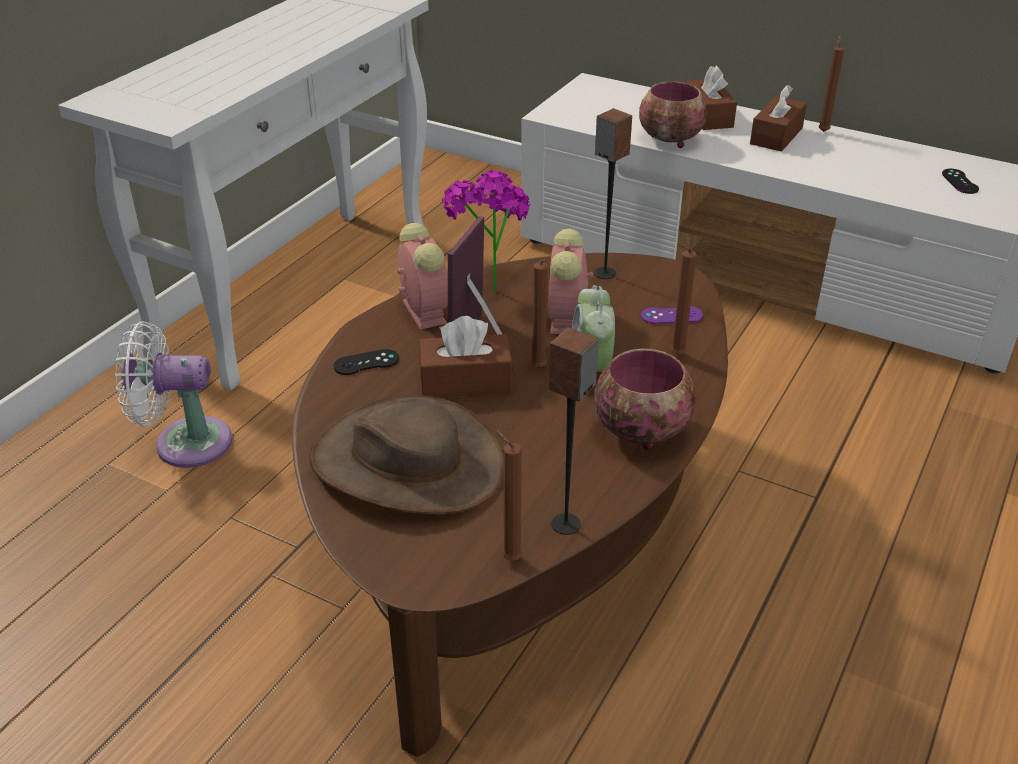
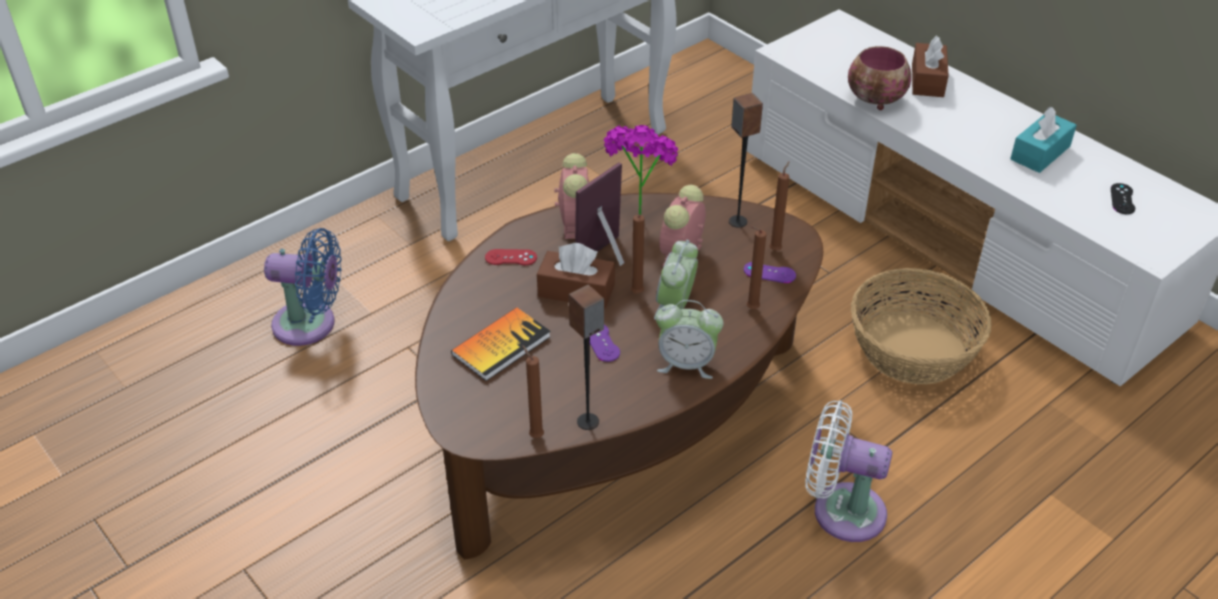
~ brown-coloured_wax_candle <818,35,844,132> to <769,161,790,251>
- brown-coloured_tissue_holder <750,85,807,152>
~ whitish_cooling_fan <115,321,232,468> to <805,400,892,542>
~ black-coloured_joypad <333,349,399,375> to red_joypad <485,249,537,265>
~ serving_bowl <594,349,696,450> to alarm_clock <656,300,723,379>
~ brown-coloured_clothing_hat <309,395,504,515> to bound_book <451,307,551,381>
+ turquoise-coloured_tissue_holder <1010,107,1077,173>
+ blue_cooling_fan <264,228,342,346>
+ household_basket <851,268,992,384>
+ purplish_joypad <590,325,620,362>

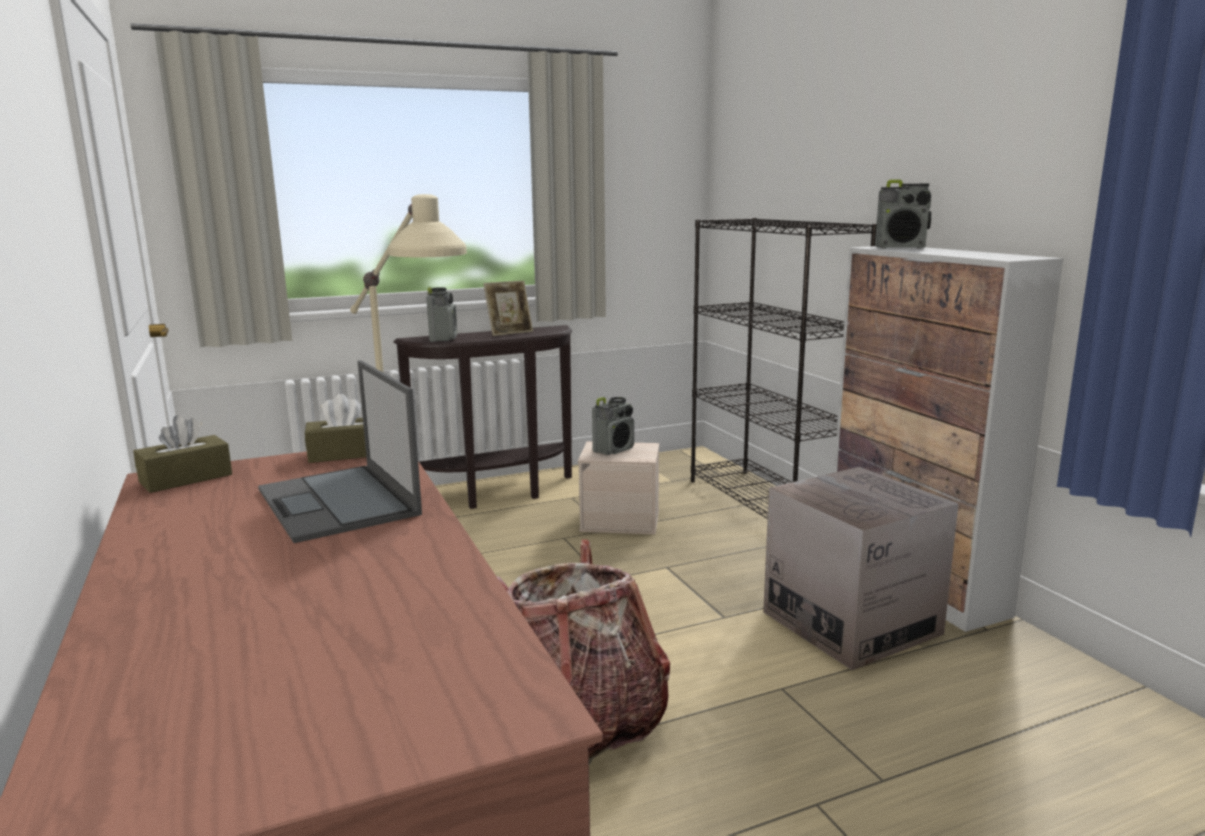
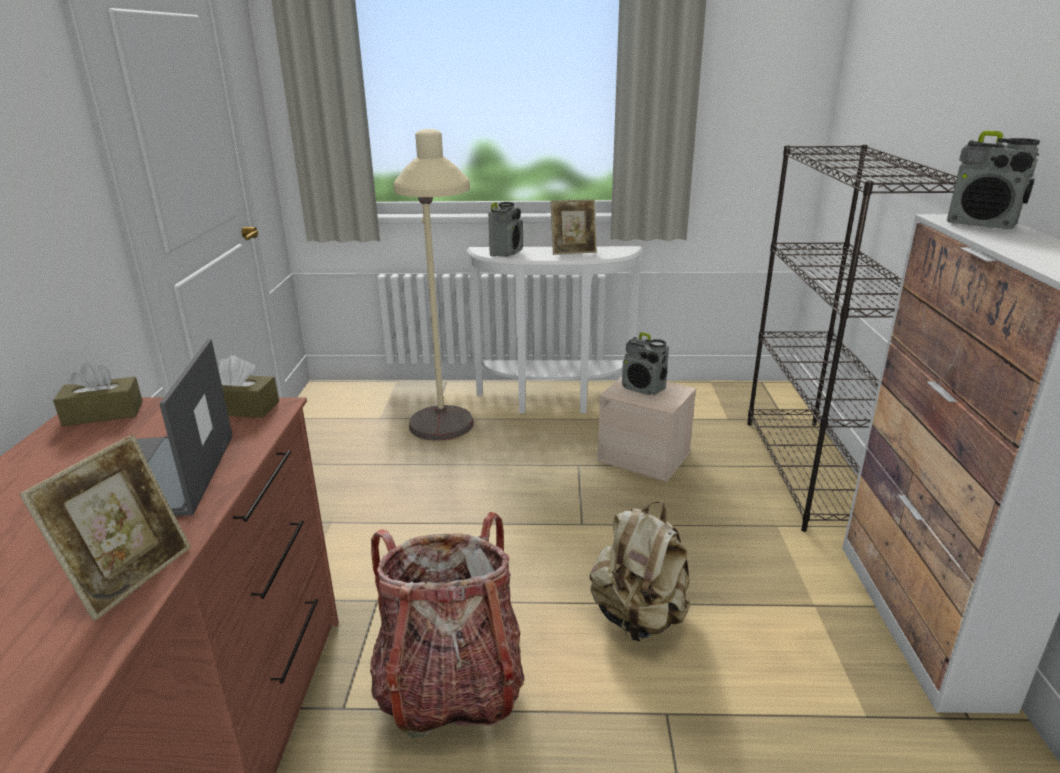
~ brown-coloured_console_table <394,325,572,509> to whitish_console_table <466,246,644,413>
~ radio_set <592,397,634,455> = <622,332,669,395> 60 degrees clockwise
- packing_box <763,467,959,670>
+ standing_frame <19,434,191,621>
+ beige-coloured_knapsack <590,502,690,641>

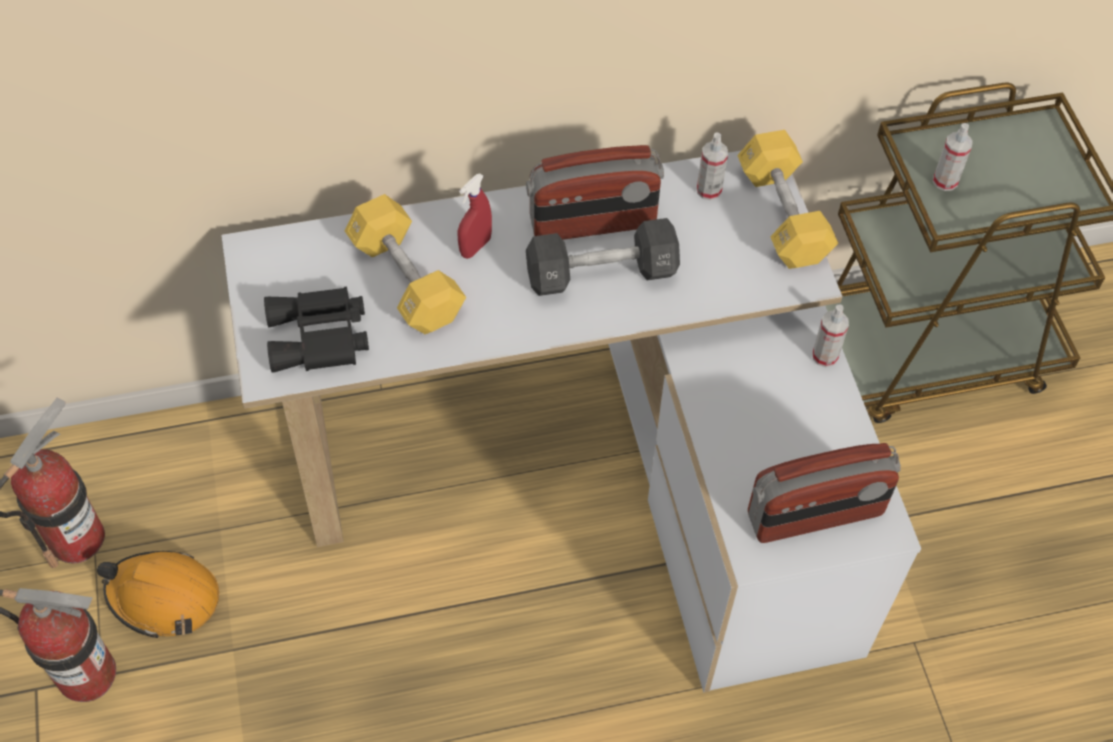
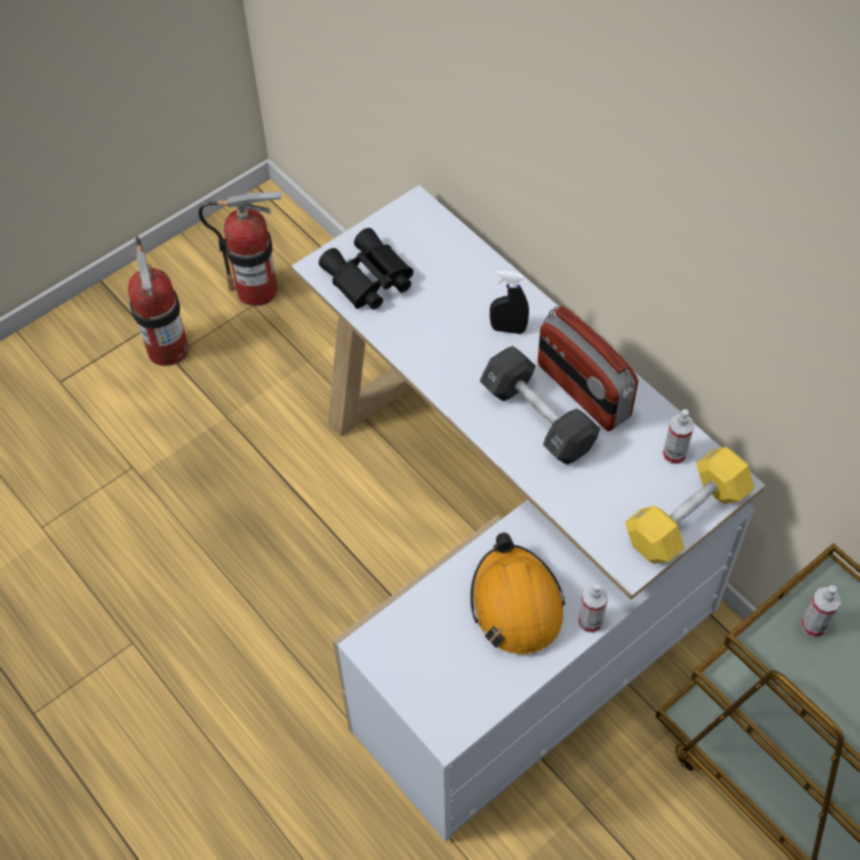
~ red_hand_sprayer <458,173,492,259> to black-coloured_hand_sprayer <490,271,529,334>
- yellow_free_weight <345,194,466,334>
- radio_set <748,443,901,543>
~ orangey_work_helmet <97,551,219,638> to <470,533,565,654>

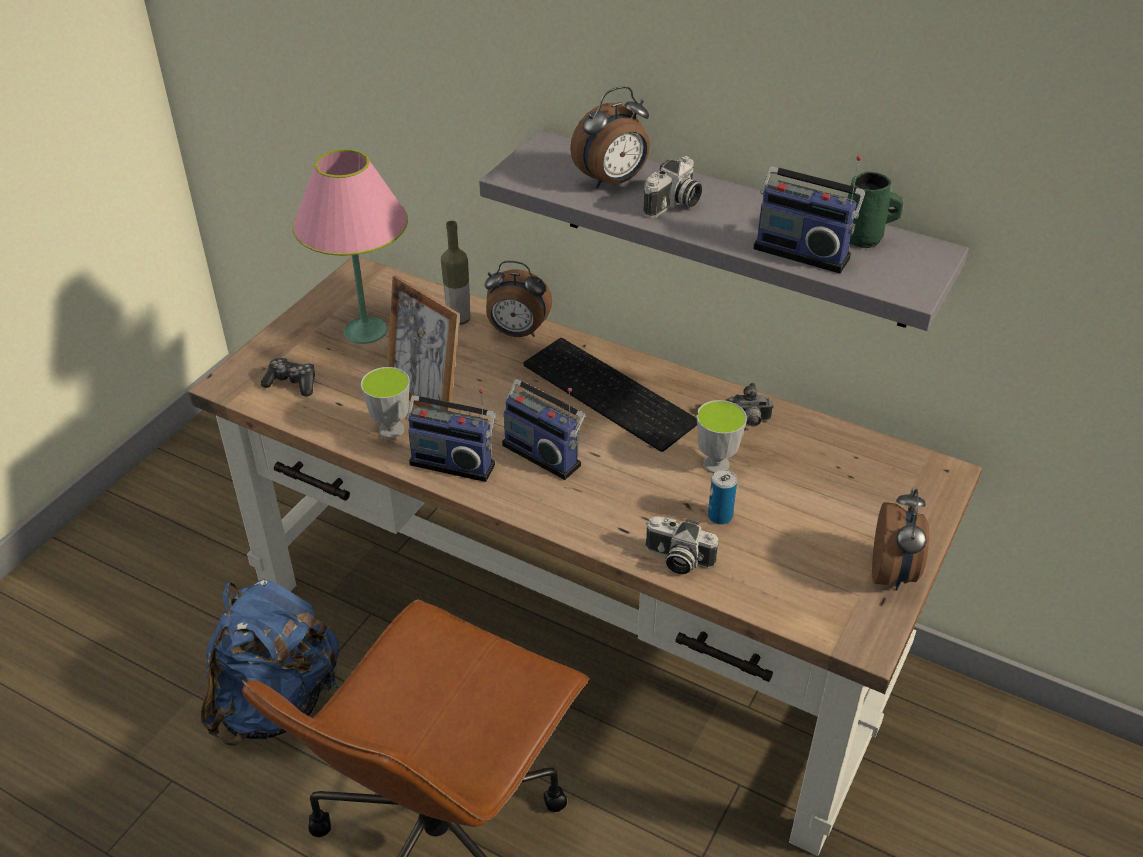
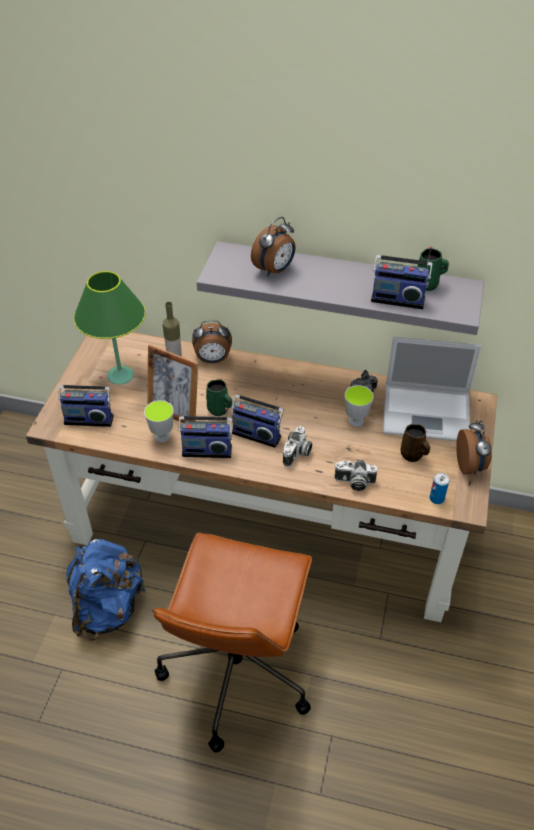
~ pink-coloured_lamp_for_a_table <292,149,408,344> to green-coloured_lamp_for_a_table <74,271,145,385>
~ photo_camera <643,156,702,218> to <283,426,312,467>
- PC_keyboard <523,338,697,452>
~ joypad <261,357,315,396> to radio_set <58,376,114,427>
~ metal_can <708,469,737,525> to <430,473,449,504>
+ notebook_computer <383,337,481,441>
+ green-coloured_coffee_mug <206,379,232,416>
+ brown-coloured_coffee_mug <401,424,430,462>

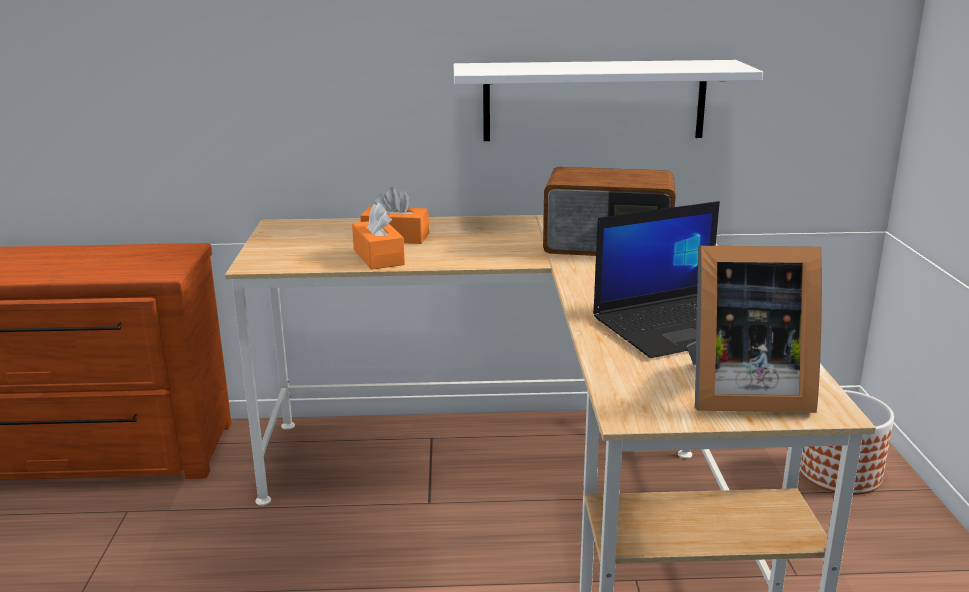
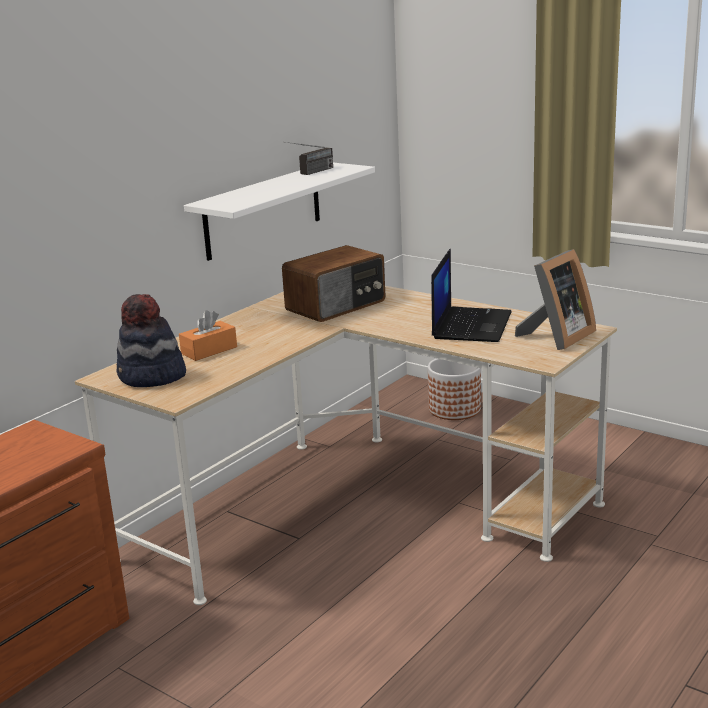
- orangey_tissue_holder <352,203,405,270>
+ radio_set <286,142,333,175>
+ clothing_hat <116,294,186,387>

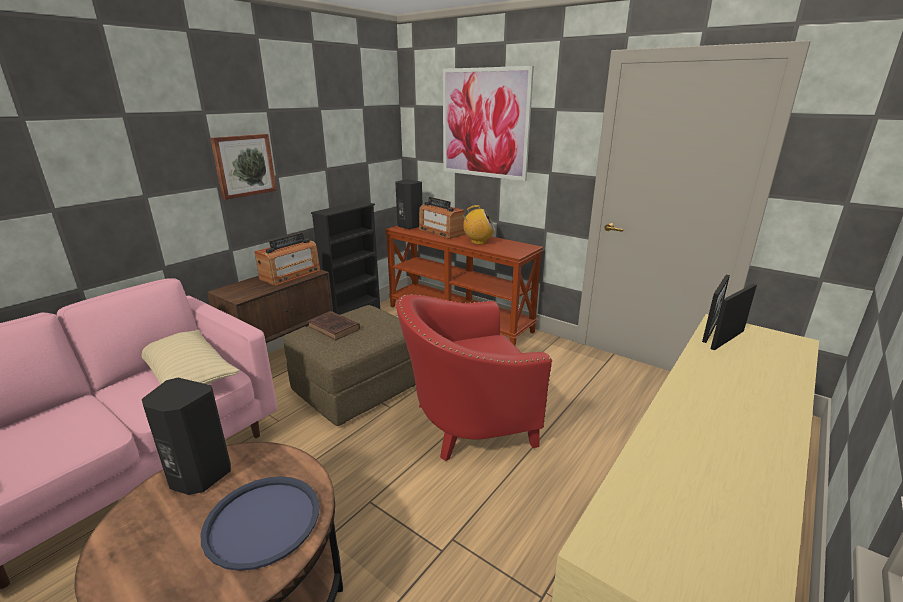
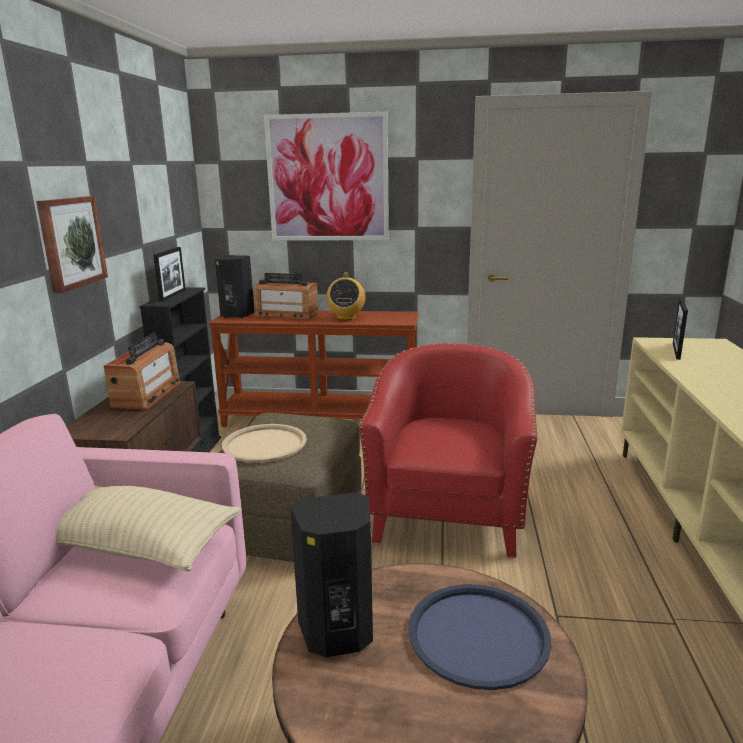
~ radio_set <462,205,495,244> = <326,273,366,320> 120 degrees clockwise
~ standing_frame <702,275,730,343> to <153,247,186,302>
~ red_lounge_chair <396,294,552,461> = <359,343,537,558> 150 degrees clockwise
~ brown-coloured_bound_book <308,311,360,341> to beige-coloured_carrying_tray <222,424,307,463>

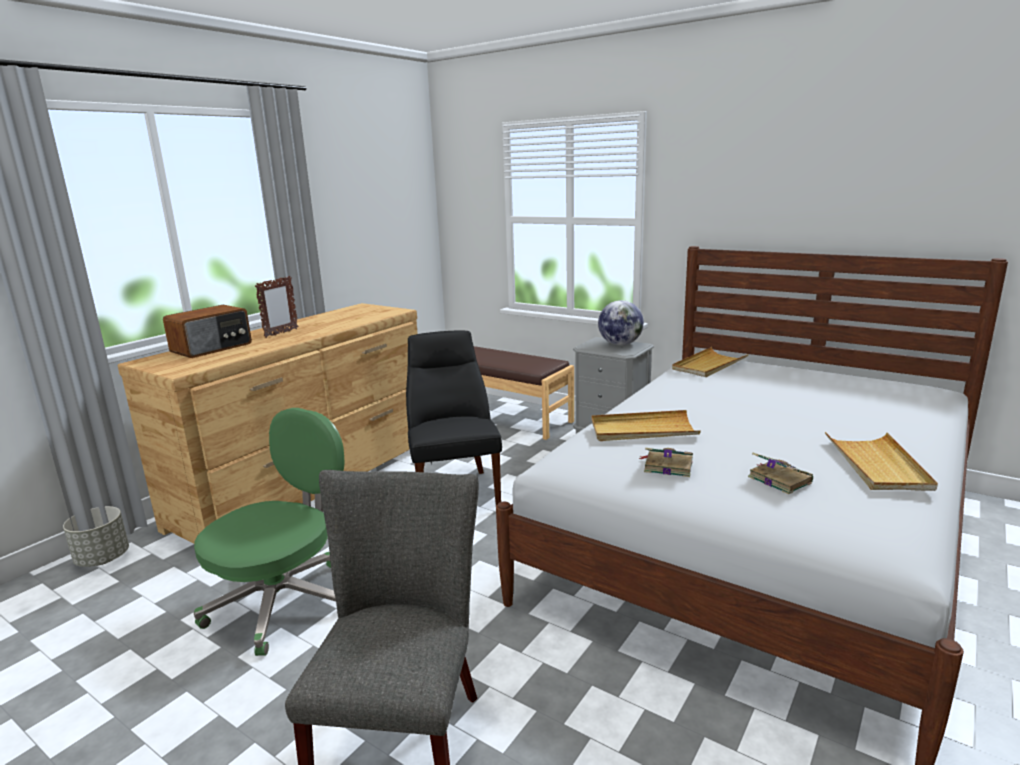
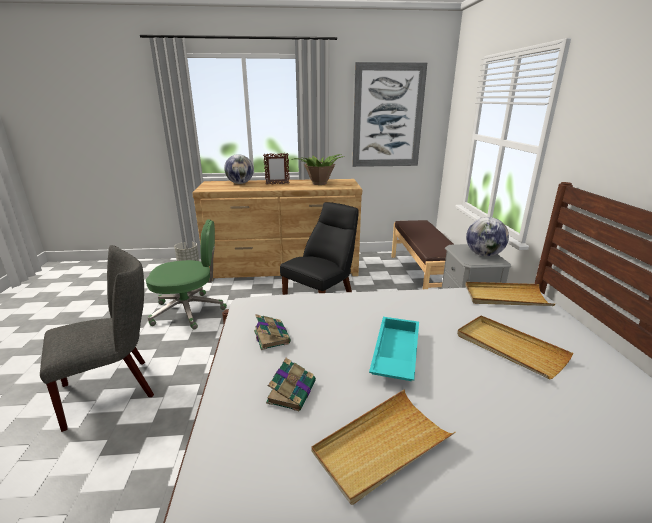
~ radio_set <163,305,252,358> to globe <224,154,254,184>
~ beige-coloured_carrying_tray <592,410,701,441> to <457,316,573,379>
+ wall_picture <352,62,427,167>
+ potted_plant <291,154,345,185>
+ turquoise-coloured_carrying_tray <369,317,419,381>

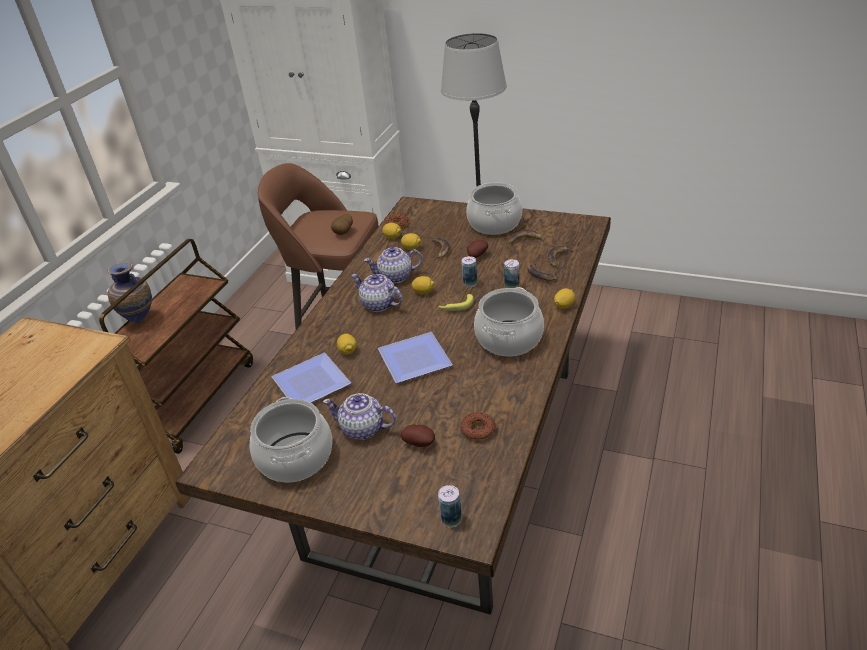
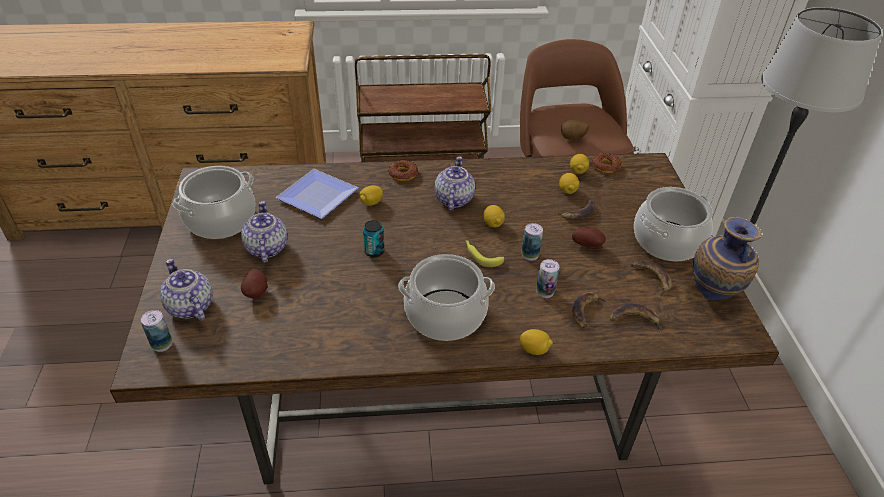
~ teapot <364,247,423,283> to <160,259,213,321>
~ flower_vase <108,262,152,324> to <693,217,761,300>
~ dinner_plate <378,332,453,383> to metal_can <363,220,385,257>
~ donut <460,412,496,440> to <388,160,418,181>

